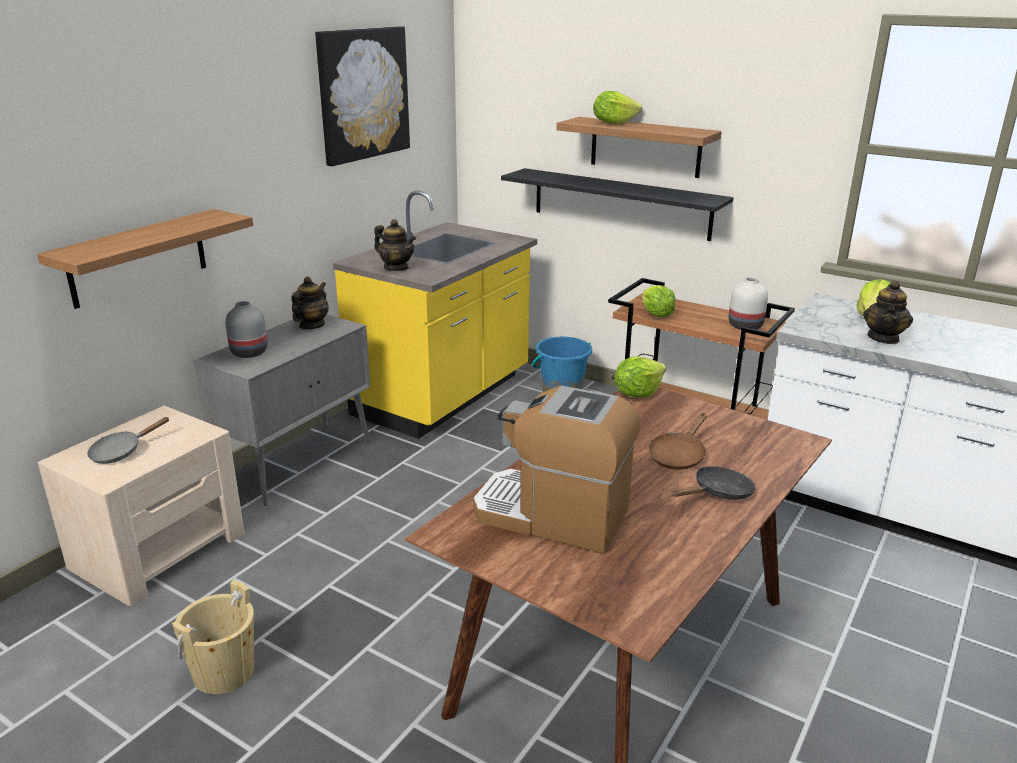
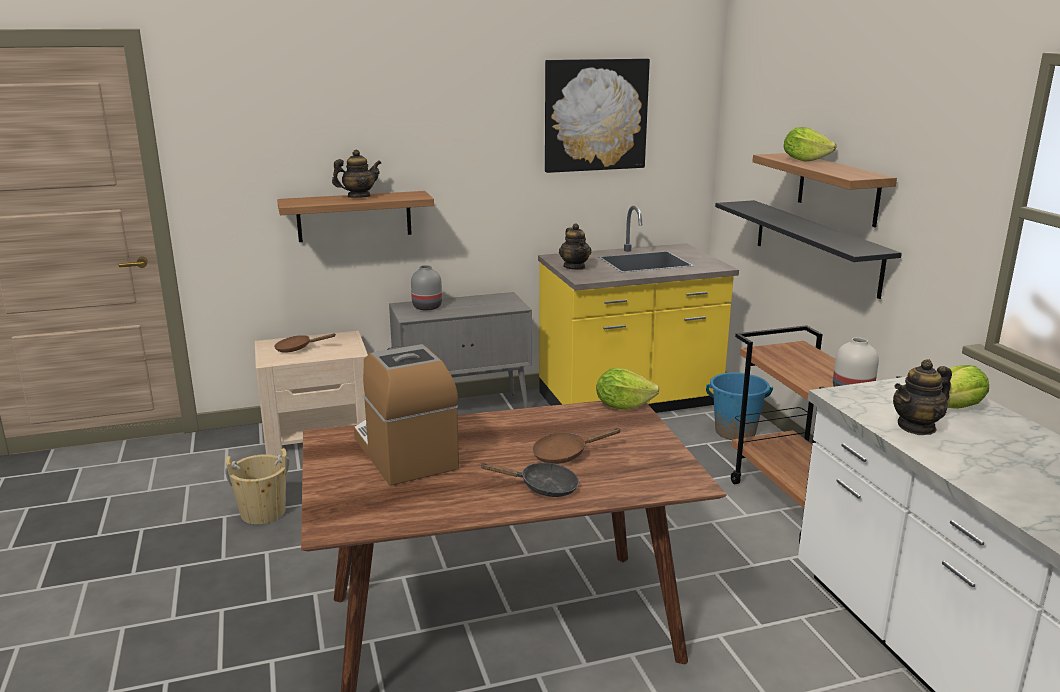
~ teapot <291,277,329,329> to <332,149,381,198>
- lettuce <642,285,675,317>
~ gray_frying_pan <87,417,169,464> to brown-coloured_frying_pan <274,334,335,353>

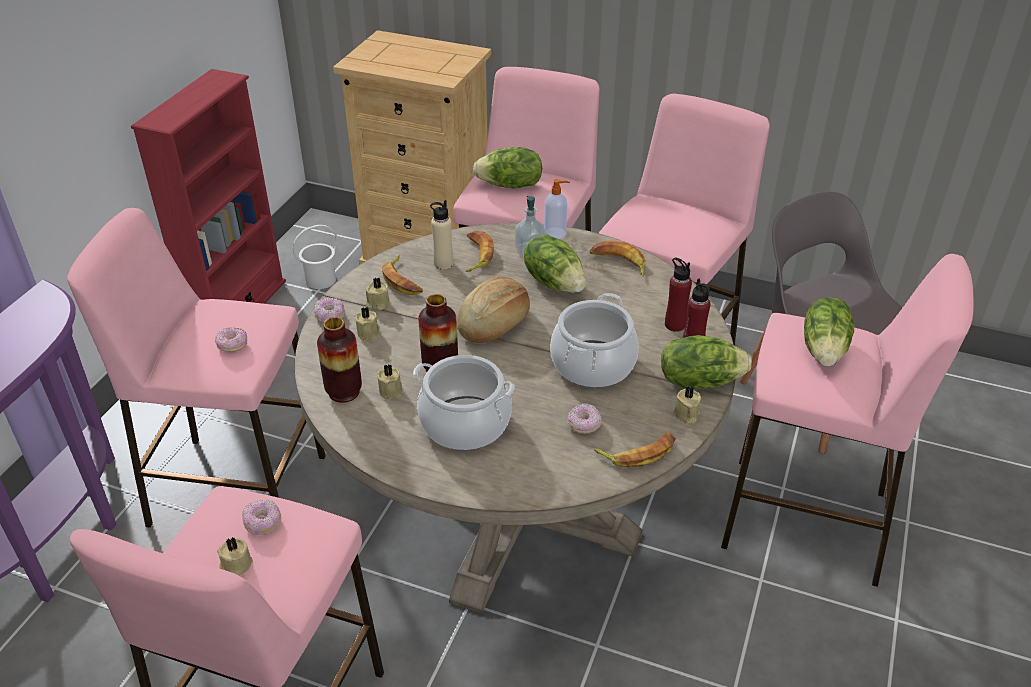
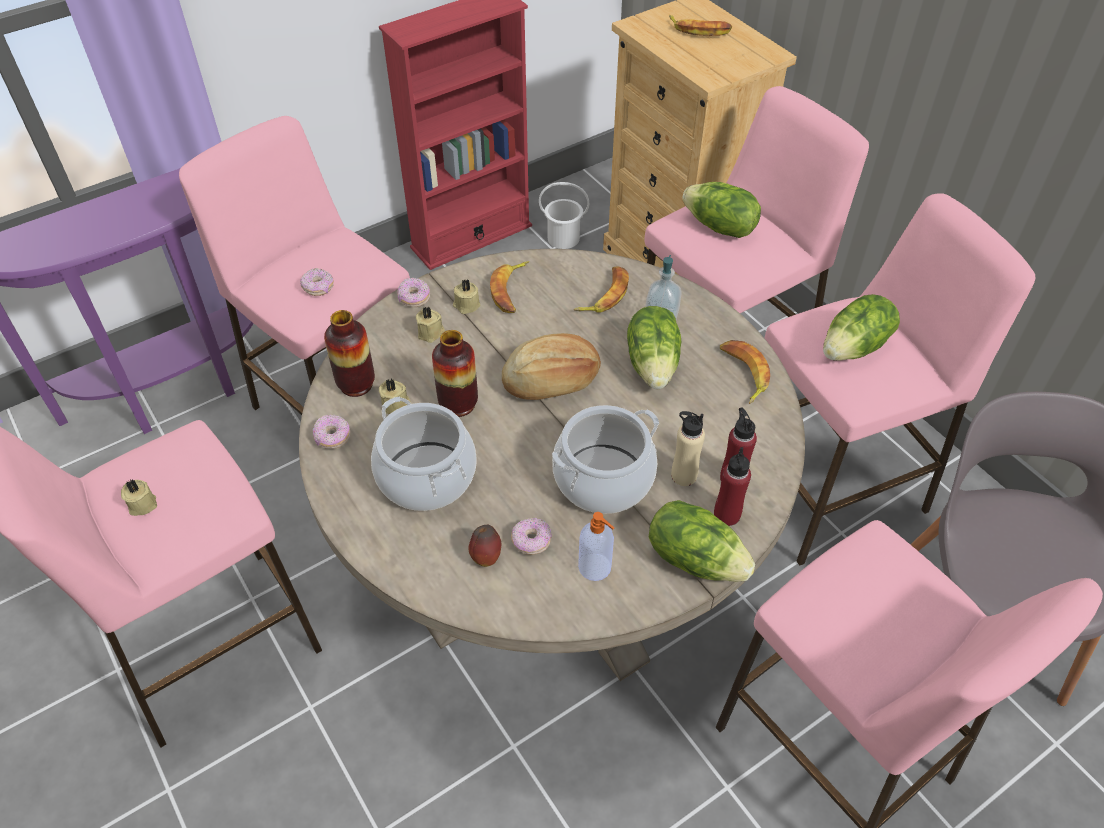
~ soap_dispenser <544,179,570,239> to <578,512,614,581>
~ beige-coloured_drink_bottle <430,200,453,269> to <671,411,705,486>
~ lettuce <804,297,854,366> to <823,294,900,361>
- beige-coloured_wax_candle <673,386,701,424>
~ whole_banana <594,432,676,467> to <669,15,732,36>
~ donut <242,500,281,535> to <313,414,351,449>
+ apple_fruit <468,525,501,567>

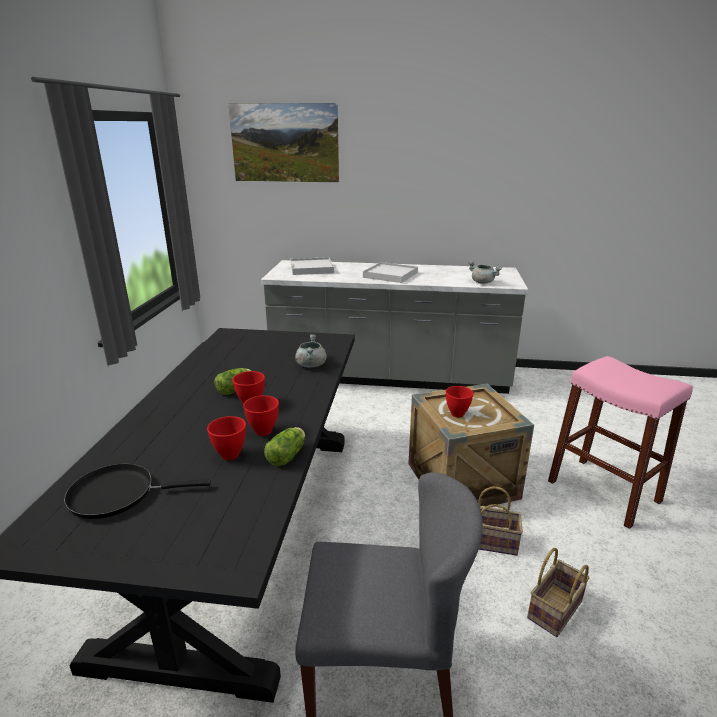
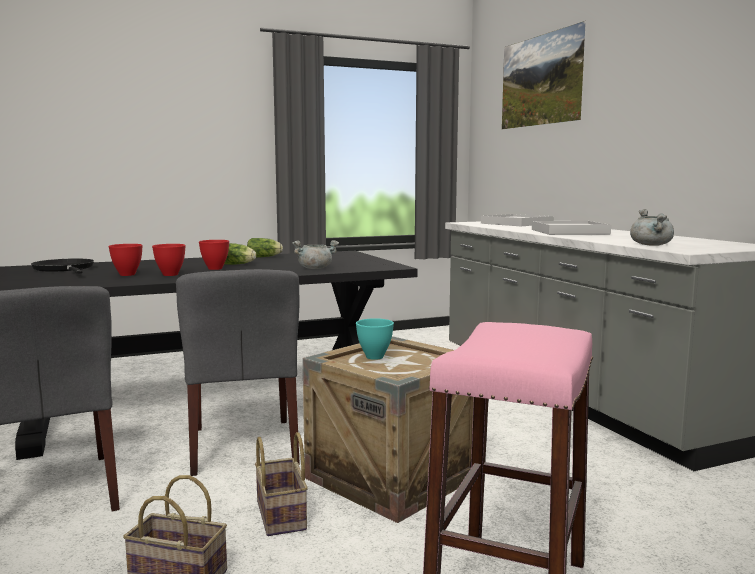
~ red_serving_bowl <446,386,474,417> to turquoise-coloured_serving_bowl <356,318,394,360>
~ lettuce <264,427,305,466> to <247,238,283,258>
+ gray_upright_chair <176,269,300,476>

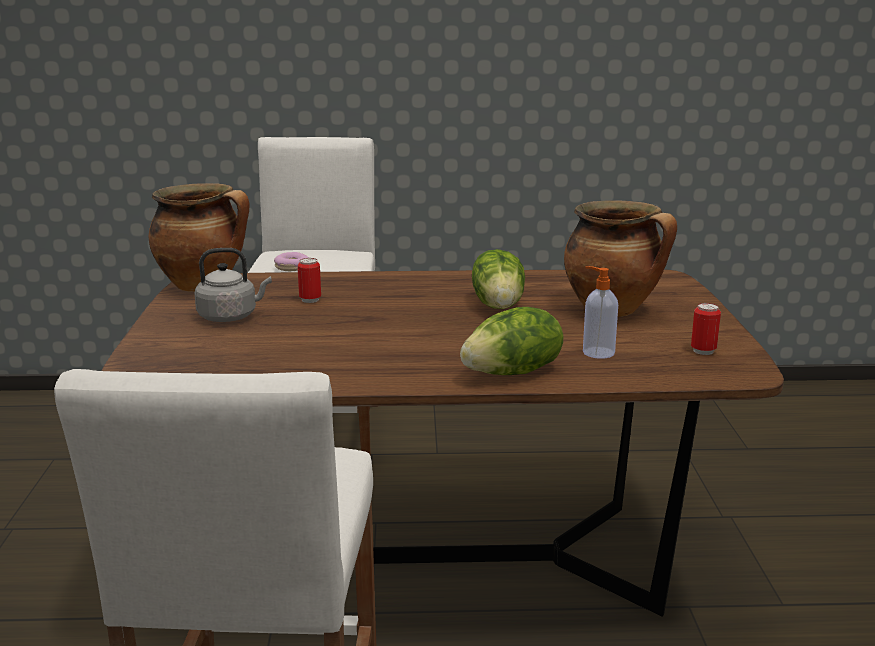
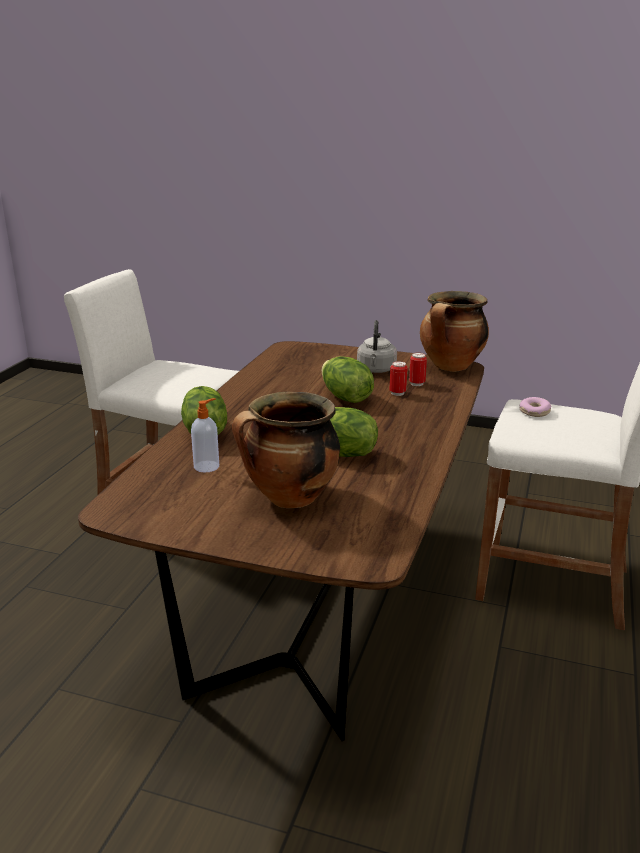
~ metal_can <691,303,721,355> to <409,352,427,386>
+ lettuce <322,356,374,403>

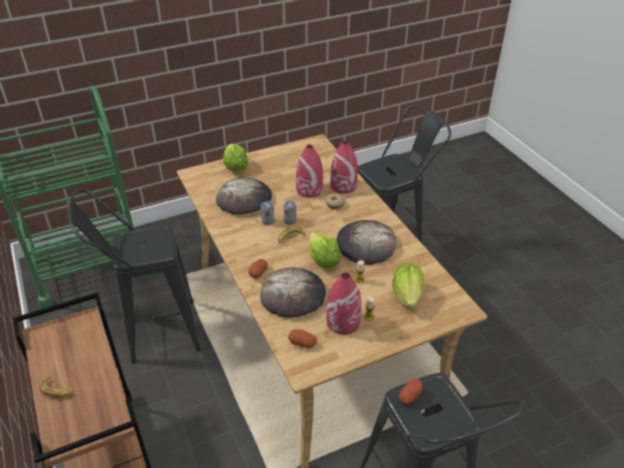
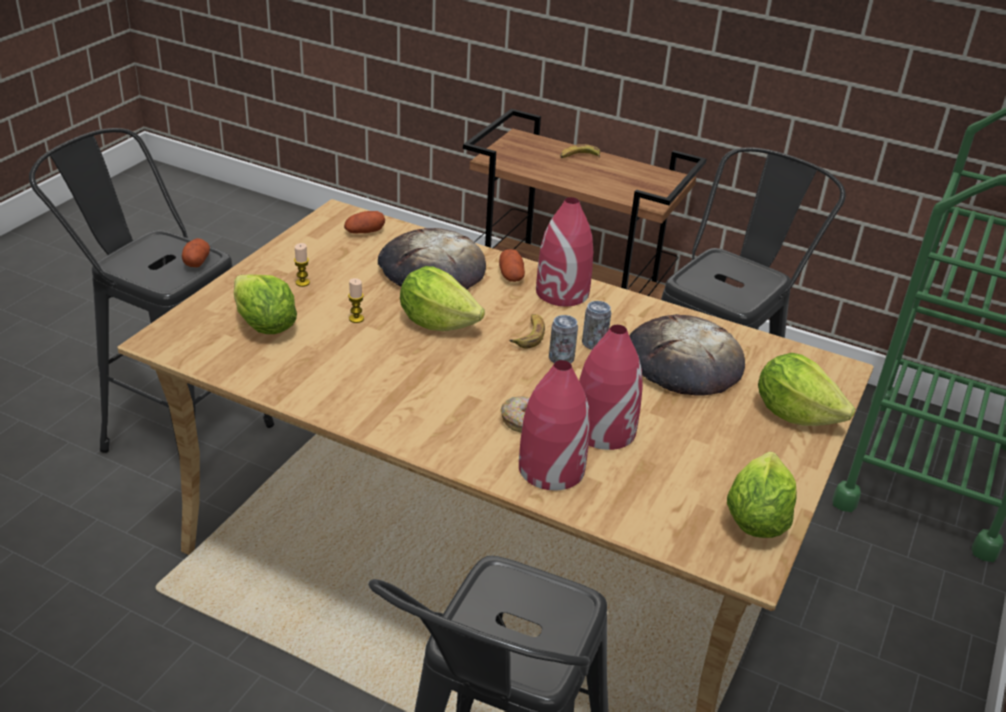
- bakery_bread <337,220,396,265>
~ red_flower_vase <326,273,361,335> to <536,197,593,306>
+ lettuce <727,452,797,538>

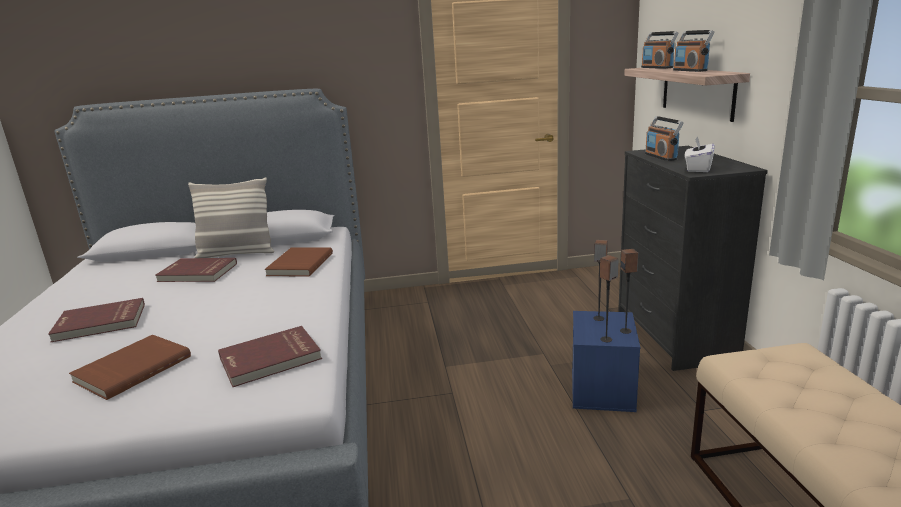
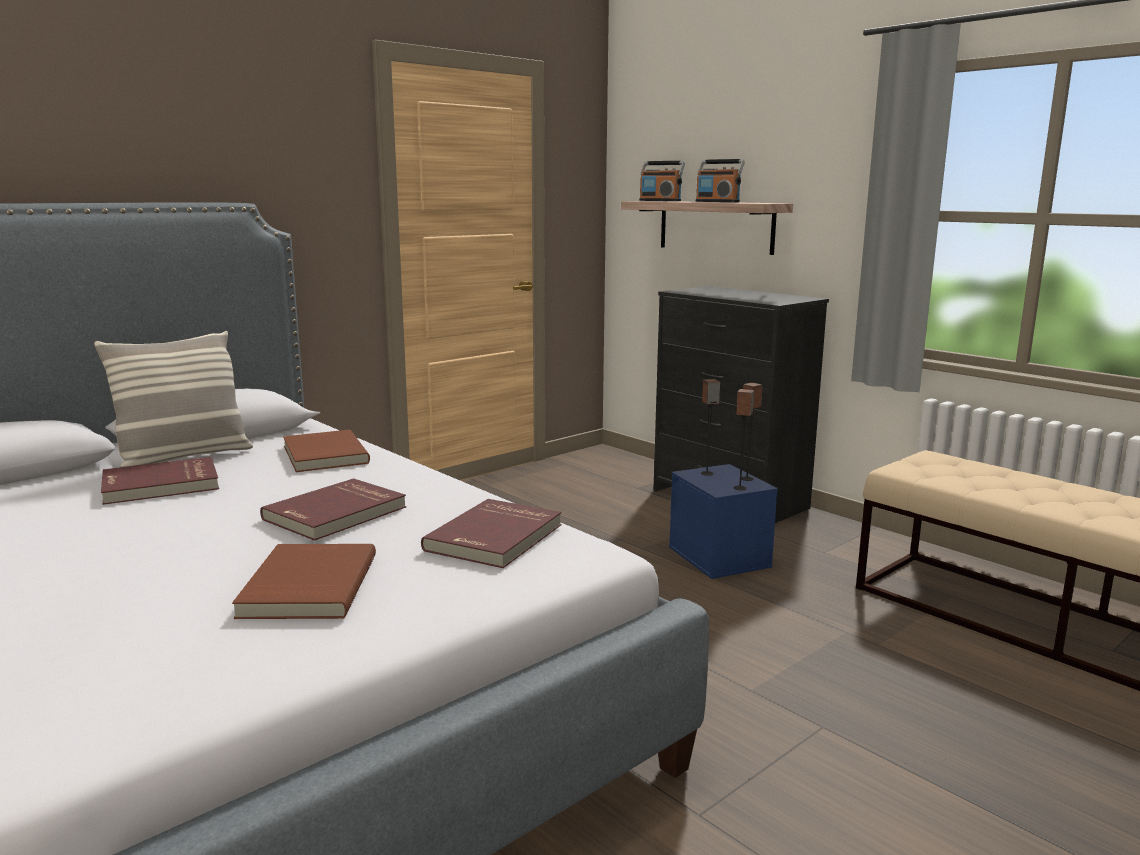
- radio_set <645,116,683,161>
- whitish_tissue_holder <685,136,715,172>
~ red_bound_book <48,298,145,342> to <260,478,406,541>

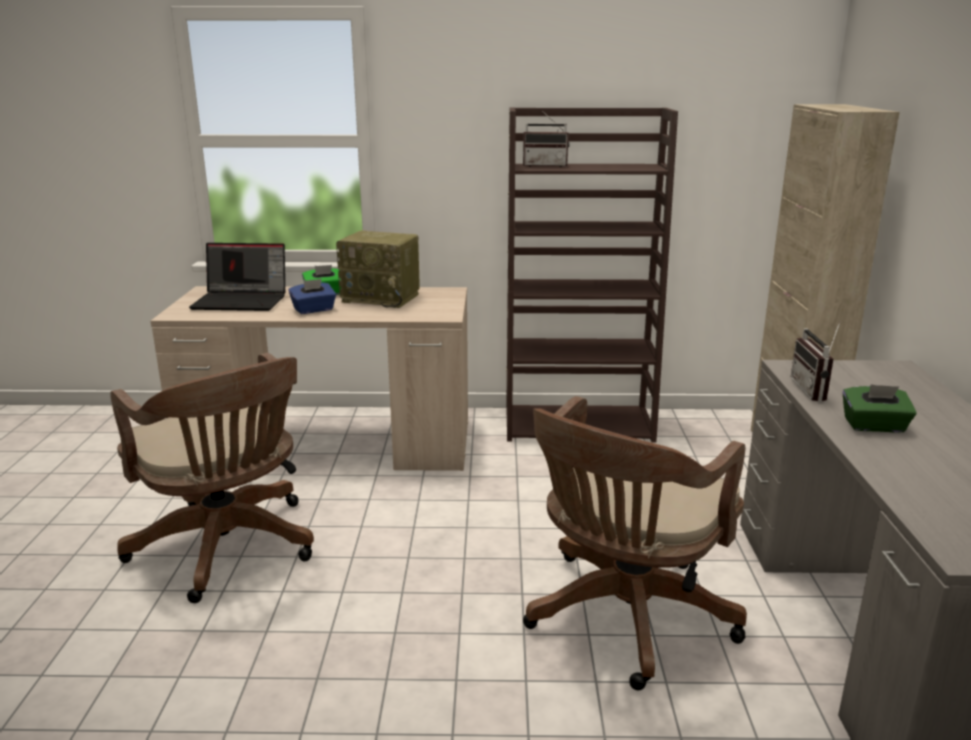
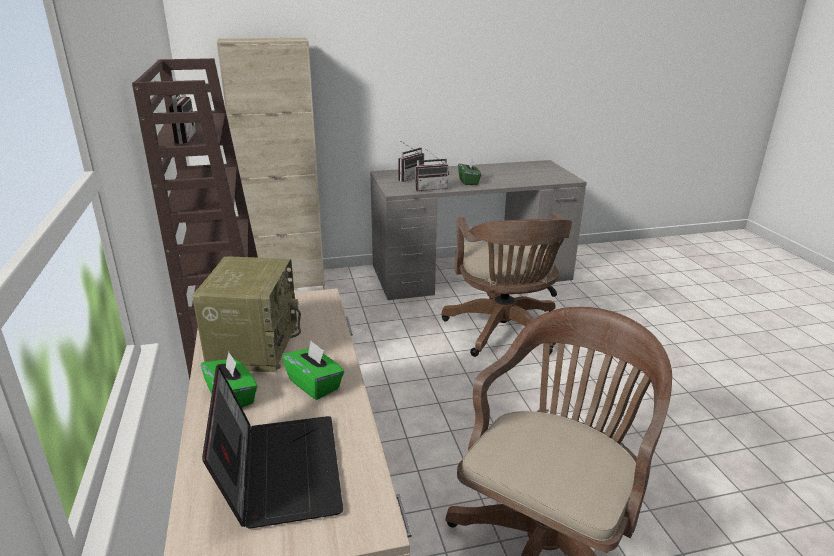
~ blue_tissue_holder <289,279,336,314> to green-coloured_tissue_holder <282,341,344,400>
~ brown-coloured_computer_chair <523,396,747,690> = <442,213,572,357> 60 degrees clockwise
+ radio_set <398,141,424,182>

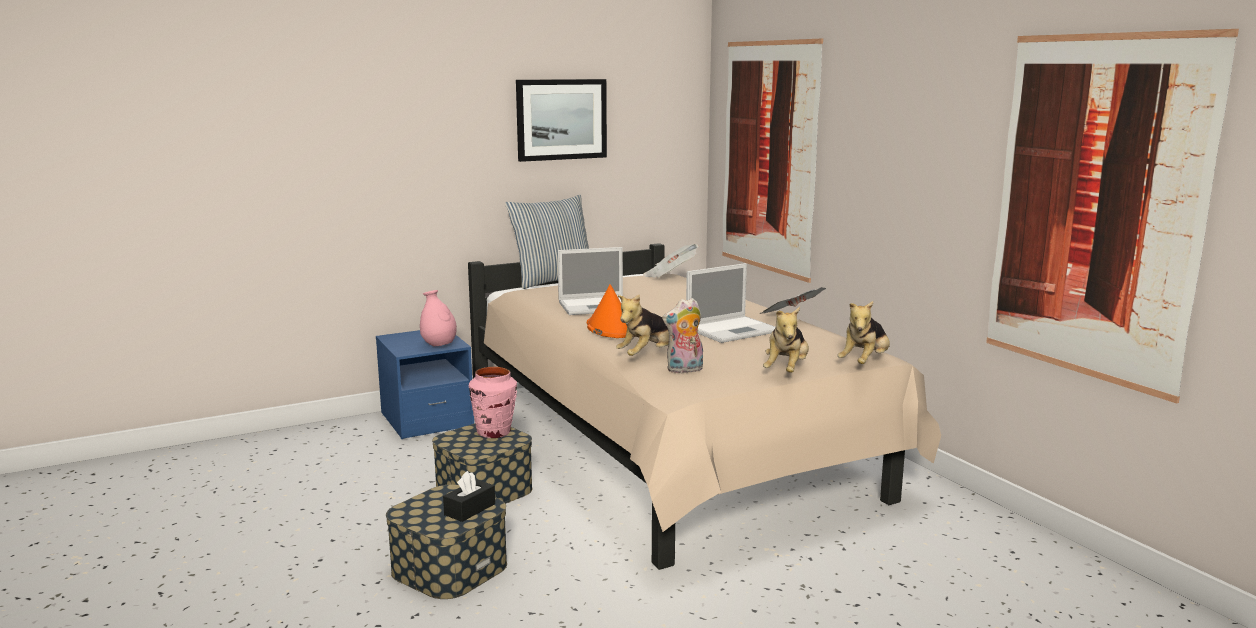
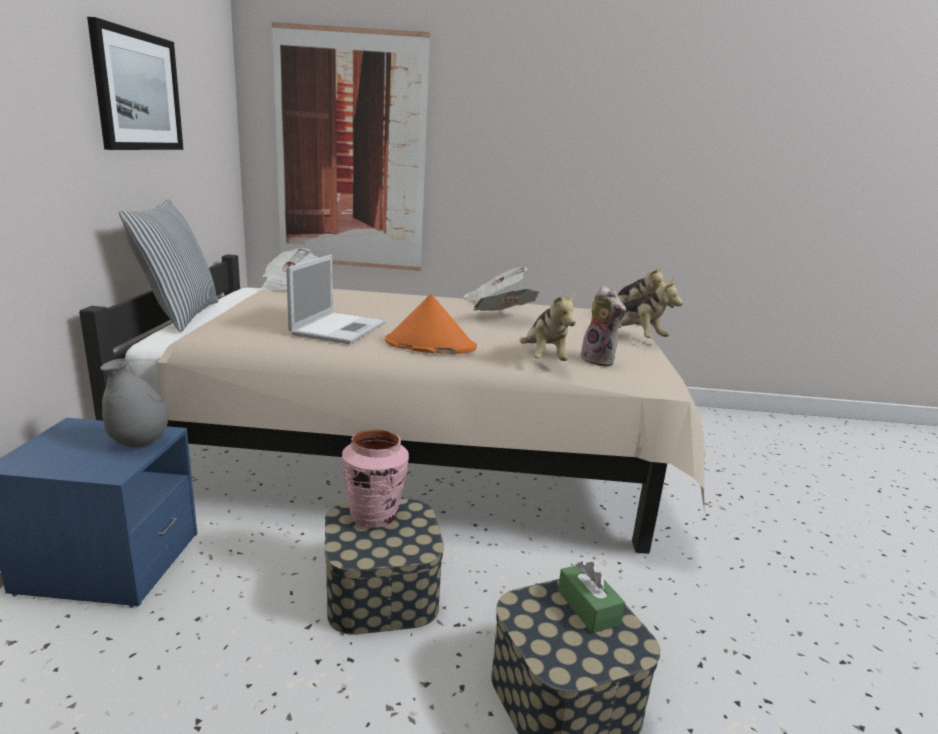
- wall_picture <986,29,1239,404>
~ notebook_computer <686,263,776,343> to printed_paper <473,289,539,311>
~ pink-coloured_flower_vase <420,290,457,346> to gray_flower_vase <100,359,169,448>
~ plush_toy <662,298,703,374> = <581,286,626,366> 45 degrees counterclockwise
~ black-coloured_tissue_holder <443,471,495,522> to green-coloured_tissue_holder <558,562,625,633>

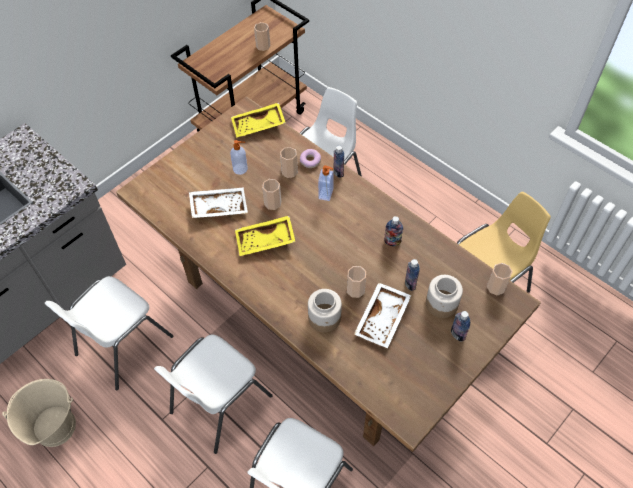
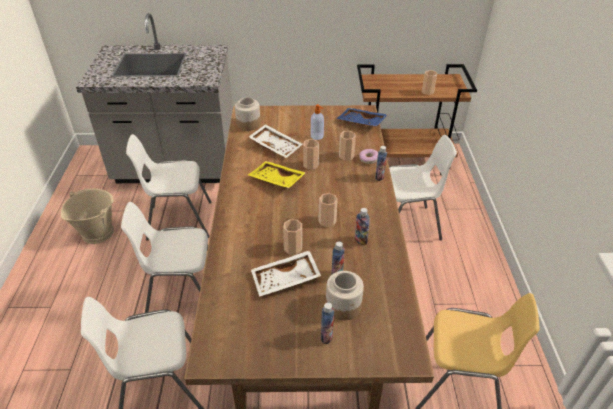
~ yellow_carrying_tray <231,103,286,138> to blue_carrying_tray <336,108,388,127>
- soap_dispenser <318,165,334,201>
~ drinking_cup <487,263,513,295> to <318,193,338,227>
~ preserve_jar <308,289,342,332> to <235,97,261,131>

